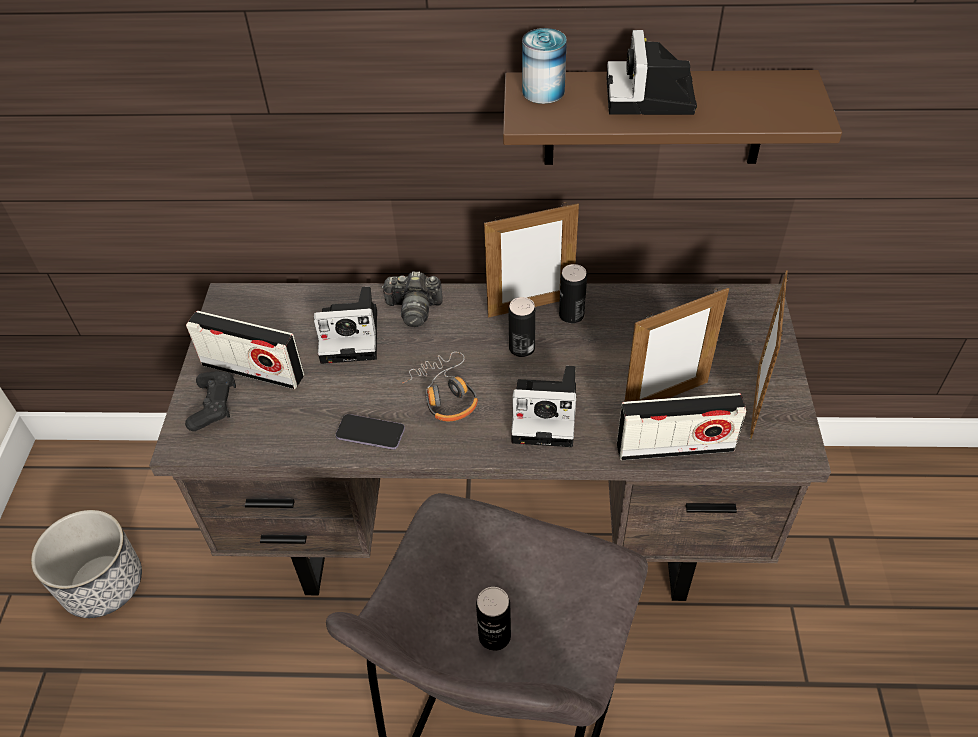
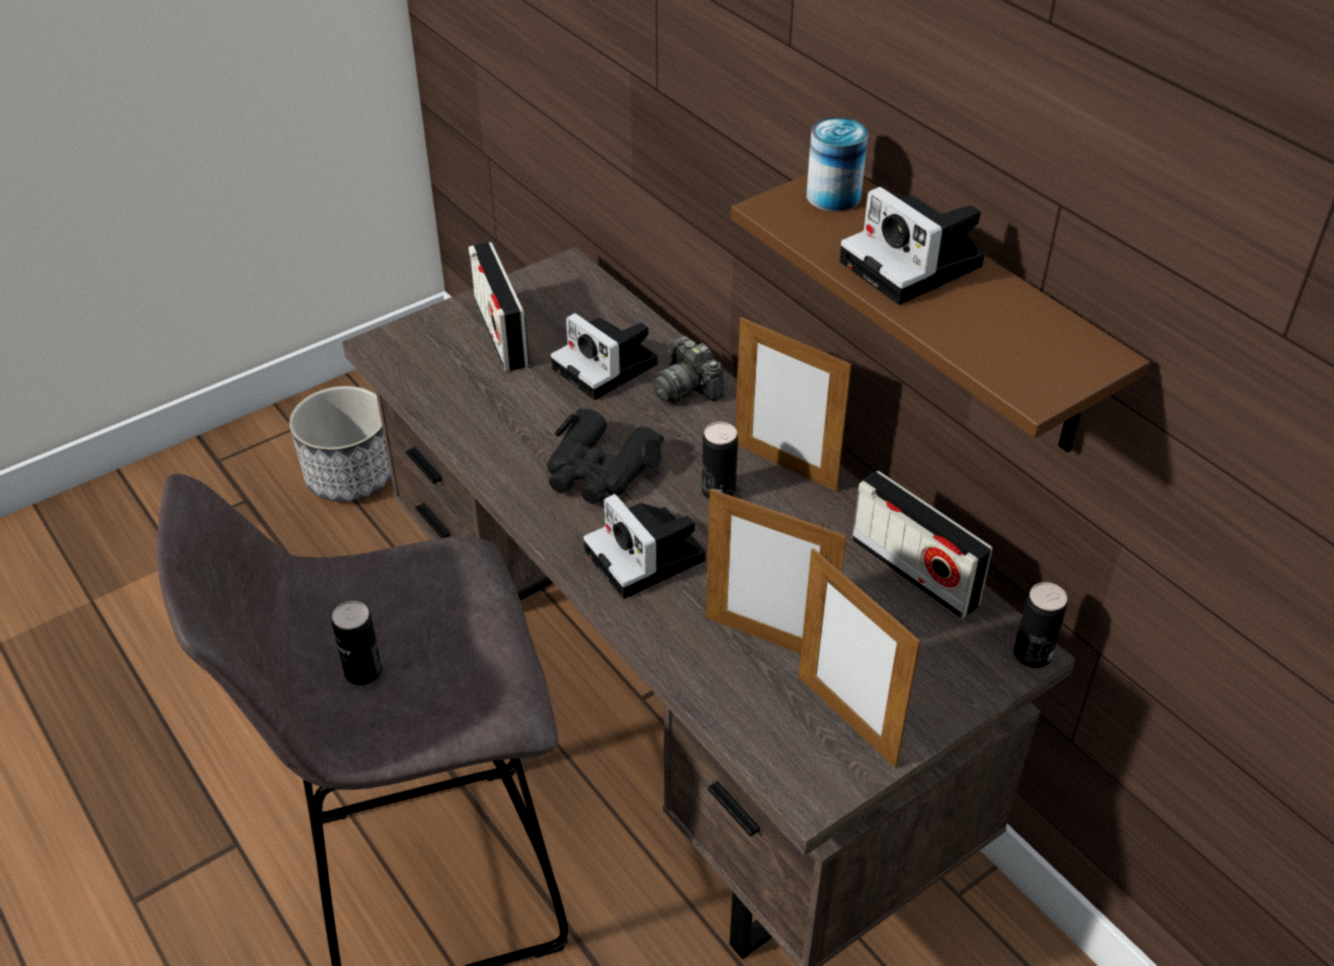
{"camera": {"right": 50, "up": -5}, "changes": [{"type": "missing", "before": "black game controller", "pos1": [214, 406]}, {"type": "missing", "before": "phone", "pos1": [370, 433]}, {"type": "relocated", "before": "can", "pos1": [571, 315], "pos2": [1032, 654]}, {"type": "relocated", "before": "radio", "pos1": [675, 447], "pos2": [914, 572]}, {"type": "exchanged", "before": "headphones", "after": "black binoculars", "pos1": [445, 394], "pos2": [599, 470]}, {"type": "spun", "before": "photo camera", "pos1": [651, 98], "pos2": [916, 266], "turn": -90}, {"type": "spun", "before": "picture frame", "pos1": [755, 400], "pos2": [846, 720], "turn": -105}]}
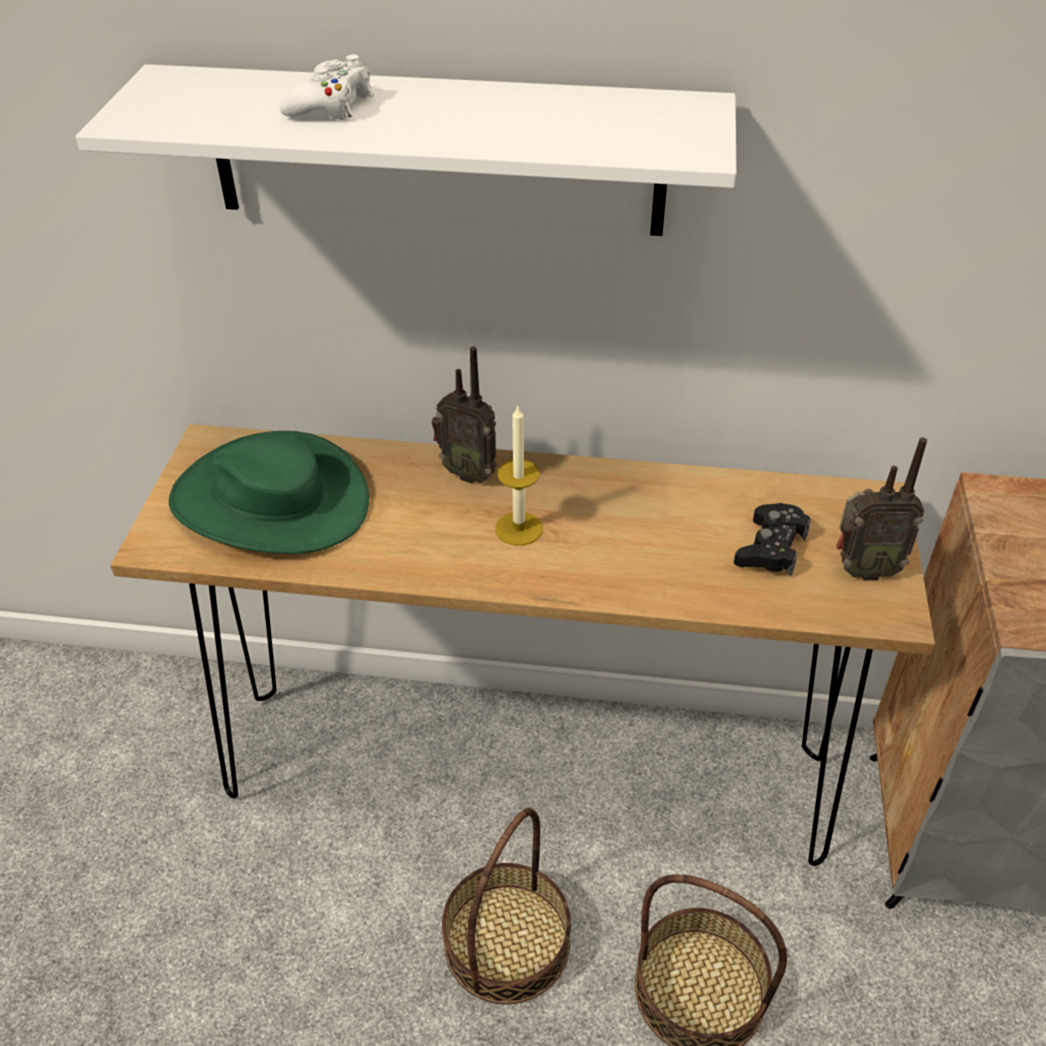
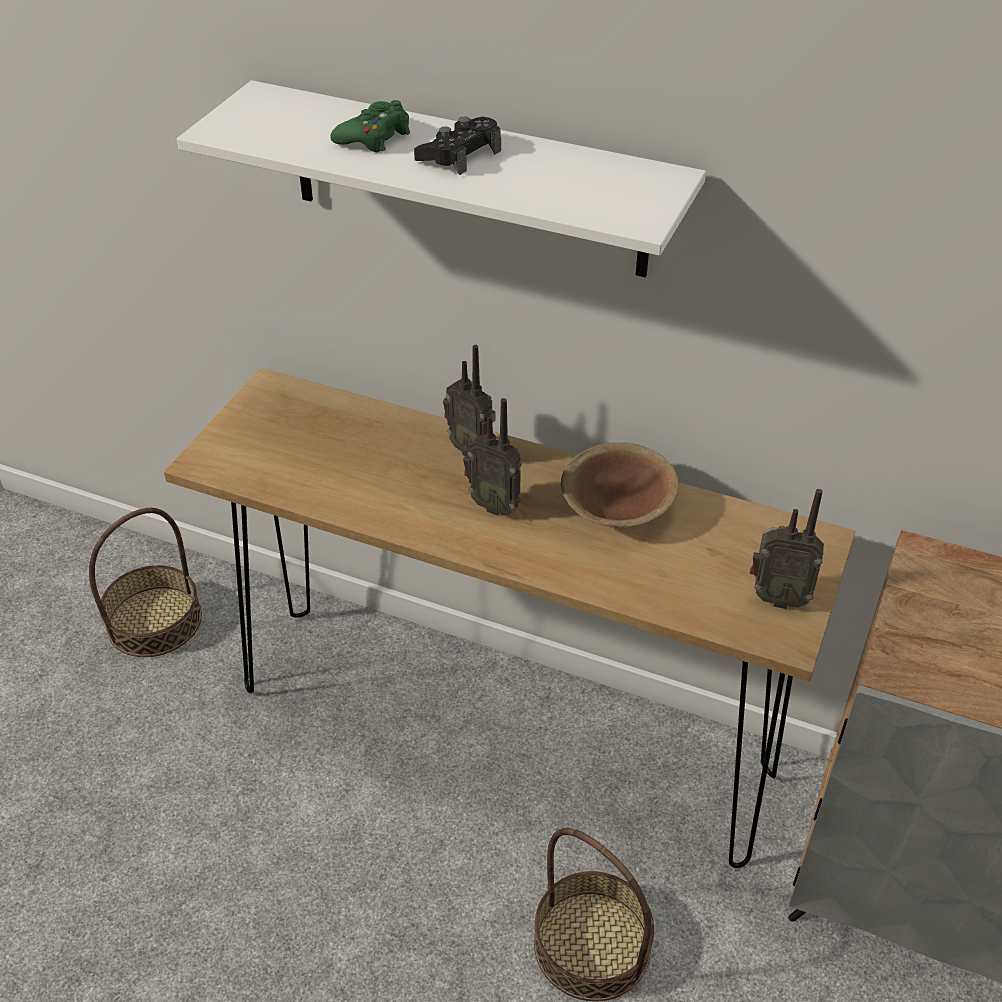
{"camera": {"right": 15, "up": 0}, "changes": [{"type": "missing", "before": "green hat", "pos1": [270, 500]}, {"type": "appeared", "after": "brown bowl", "pos2": [617, 507]}, {"type": "relocated", "before": "basket", "pos1": [506, 941], "pos2": [154, 621]}, {"type": "relocated", "before": "black game controller", "pos1": [771, 548], "pos2": [459, 155]}, {"type": "exchanged", "before": "candle", "after": "radio", "pos1": [519, 528], "pos2": [495, 505]}, {"type": "colour", "before": "white game controller", "after": "green game controller", "pos1": [331, 105], "pos2": [374, 137]}]}
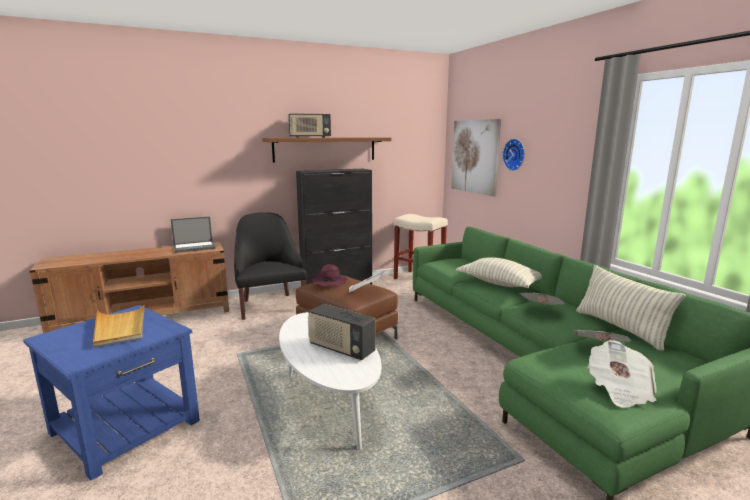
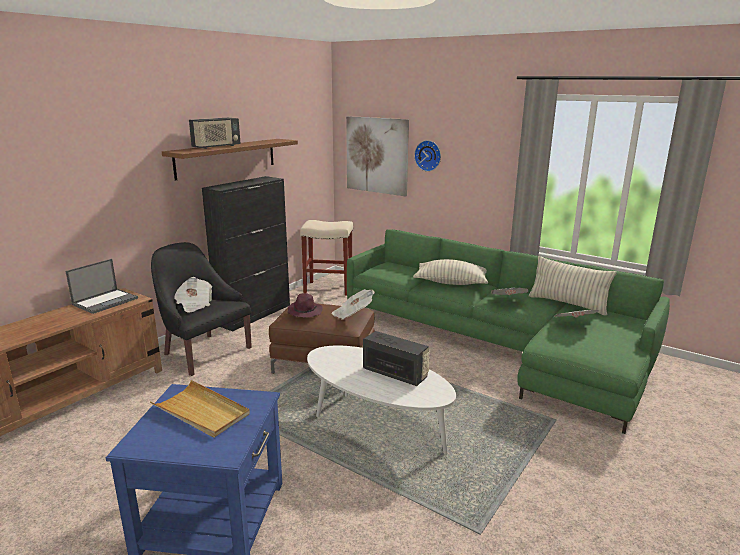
{"camera": {"right": -30, "up": 5}, "changes": [{"type": "relocated", "before": "newspaper", "pos1": [619, 389], "pos2": [193, 304]}, {"type": "spun", "before": "radio", "pos1": [341, 349], "pos2": [395, 374], "turn": -150}]}
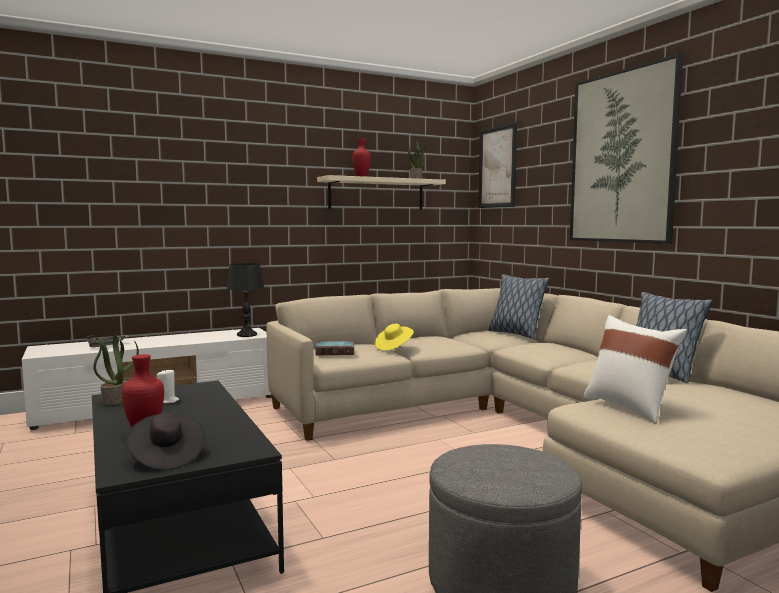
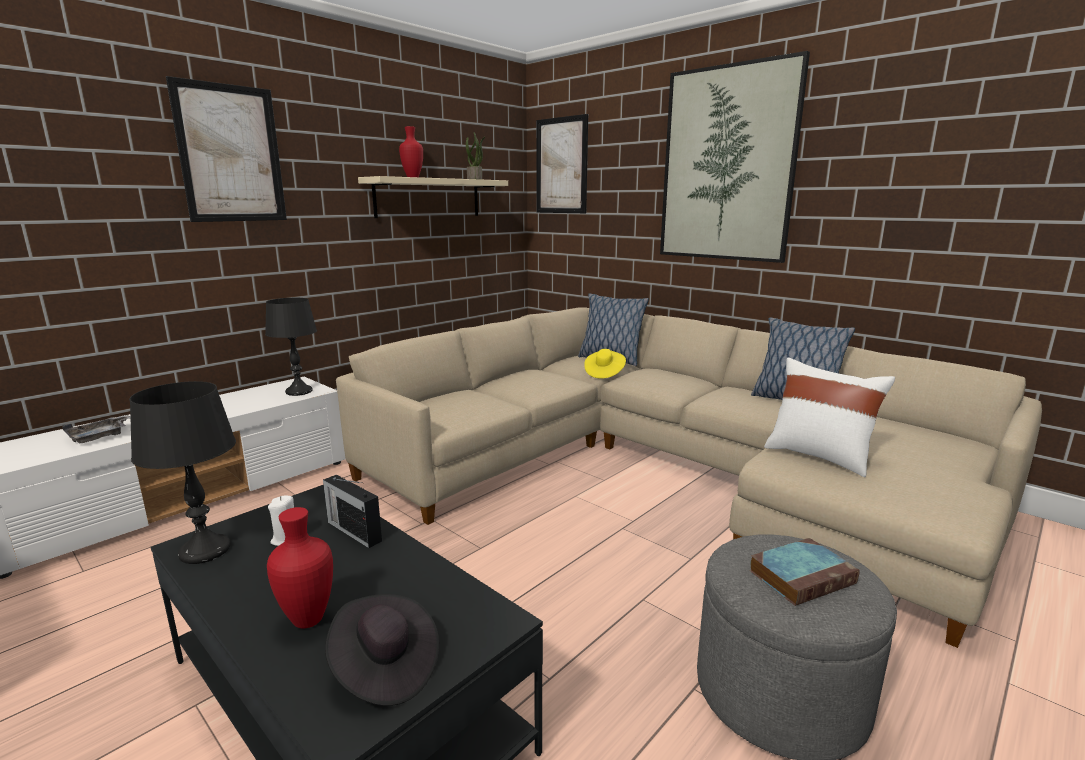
{"camera": {"right": -20, "up": 10}, "changes": [{"type": "appeared", "after": "picture", "pos2": [230, 154]}, {"type": "appeared", "after": "radio", "pos2": [353, 531]}, {"type": "relocated", "before": "book", "pos1": [336, 352], "pos2": [802, 576]}, {"type": "relocated", "before": "yellow hat", "pos1": [394, 347], "pos2": [604, 373]}, {"type": "exchanged", "before": "potted plant", "after": "black table lamp", "pos1": [118, 400], "pos2": [205, 550]}]}
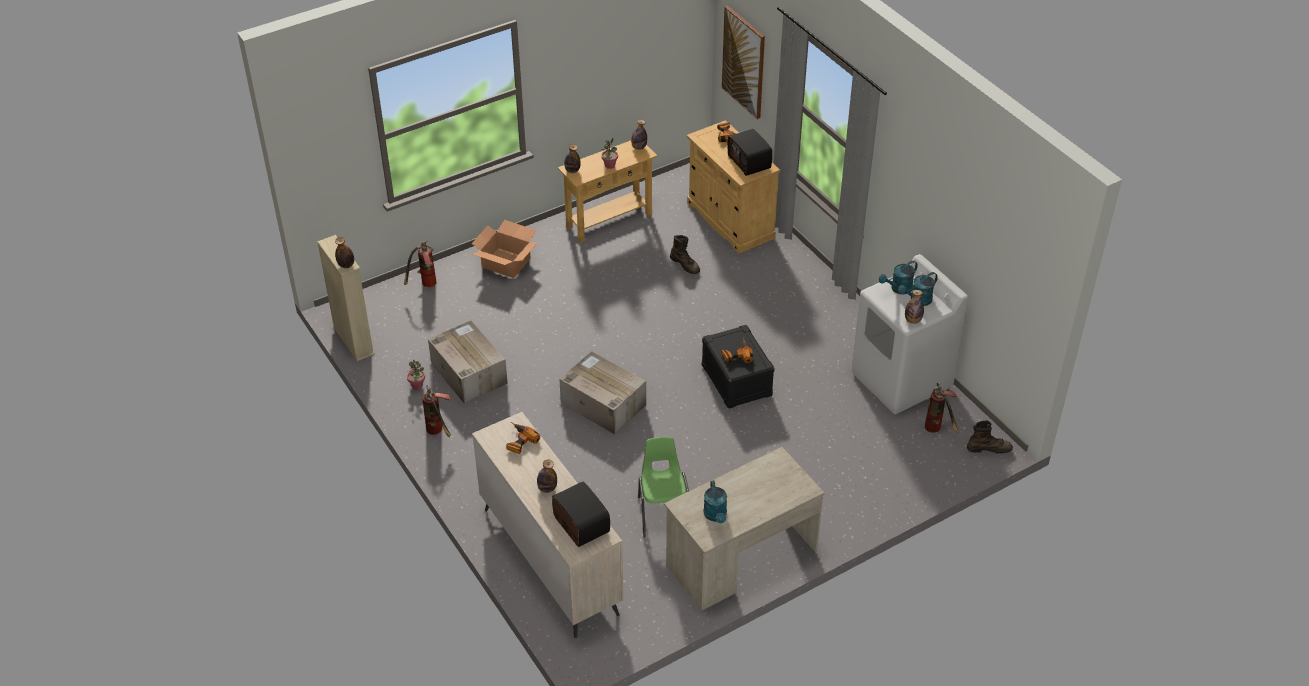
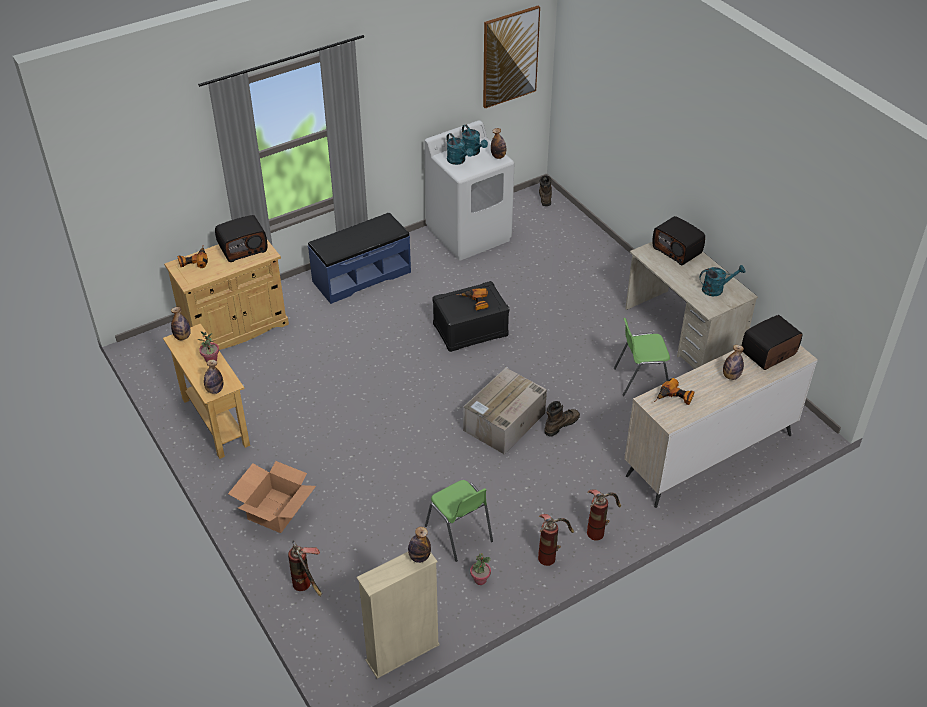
{"camera": {"right": -90, "up": 0}, "changes": [{"type": "appeared", "after": "blue bench", "pos2": [361, 276]}, {"type": "appeared", "after": "radio", "pos2": [677, 250]}, {"type": "relocated", "before": "brown boot", "pos1": [685, 265], "pos2": [561, 424]}, {"type": "relocated", "before": "picture", "pos1": [744, 62], "pos2": [510, 57]}, {"type": "relocated", "before": "fire extinguisher", "pos1": [938, 429], "pos2": [599, 528]}, {"type": "exchanged", "before": "cardboard box", "after": "green chair", "pos1": [468, 372], "pos2": [459, 534]}]}
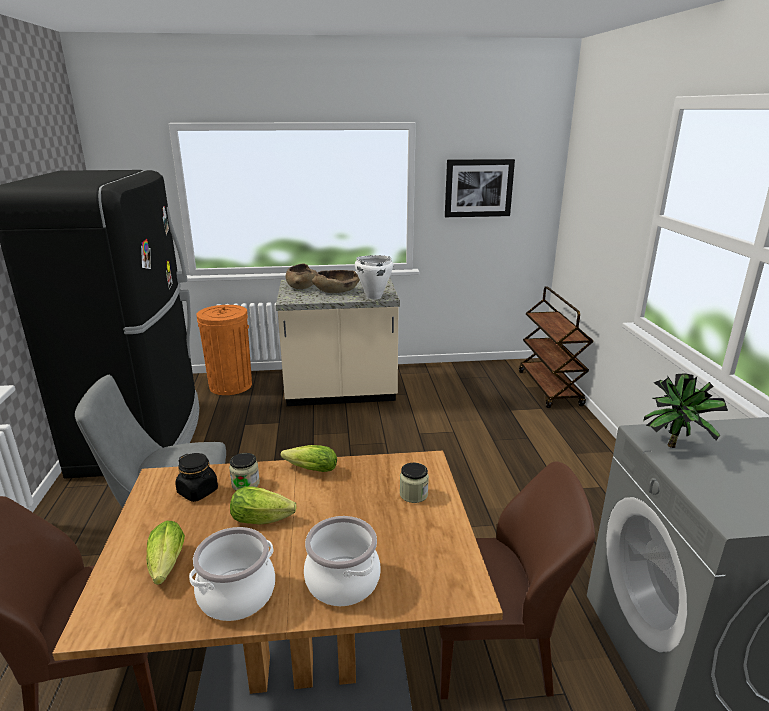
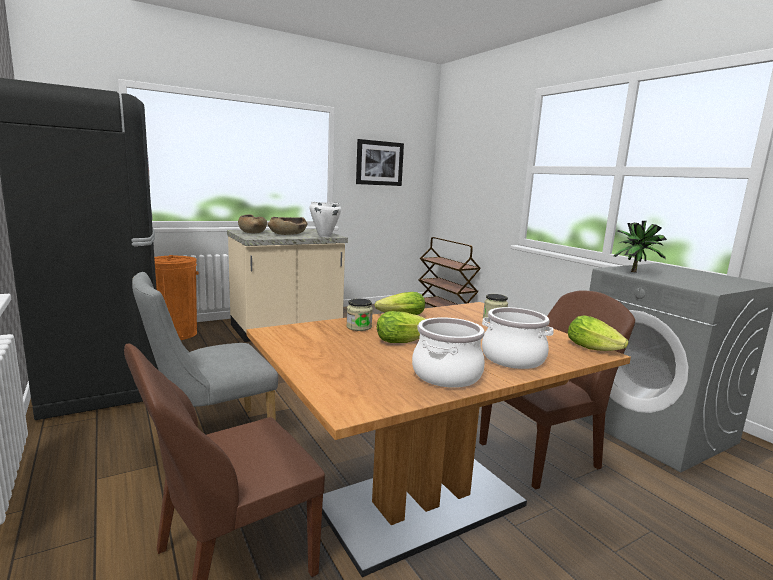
{"camera": {"right": -25, "up": -10}, "changes": [{"type": "missing", "before": "black jar", "pos1": [198, 491]}, {"type": "relocated", "before": "lettuce", "pos1": [166, 568], "pos2": [595, 349]}]}
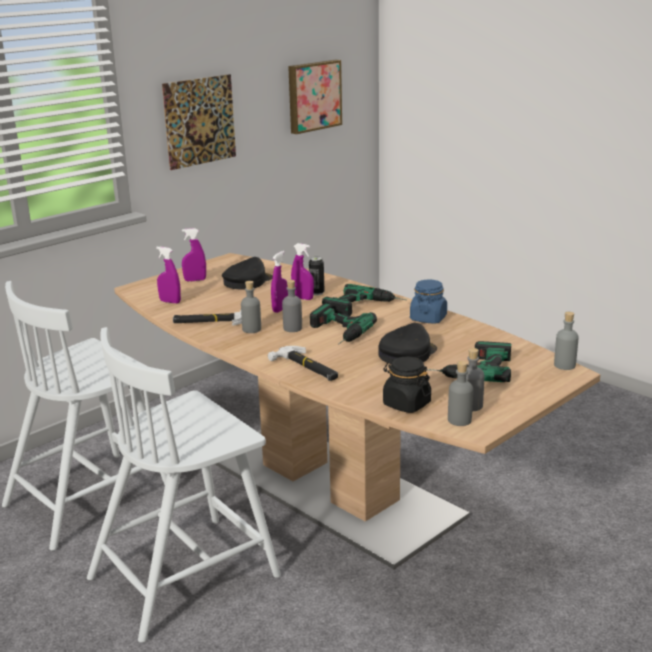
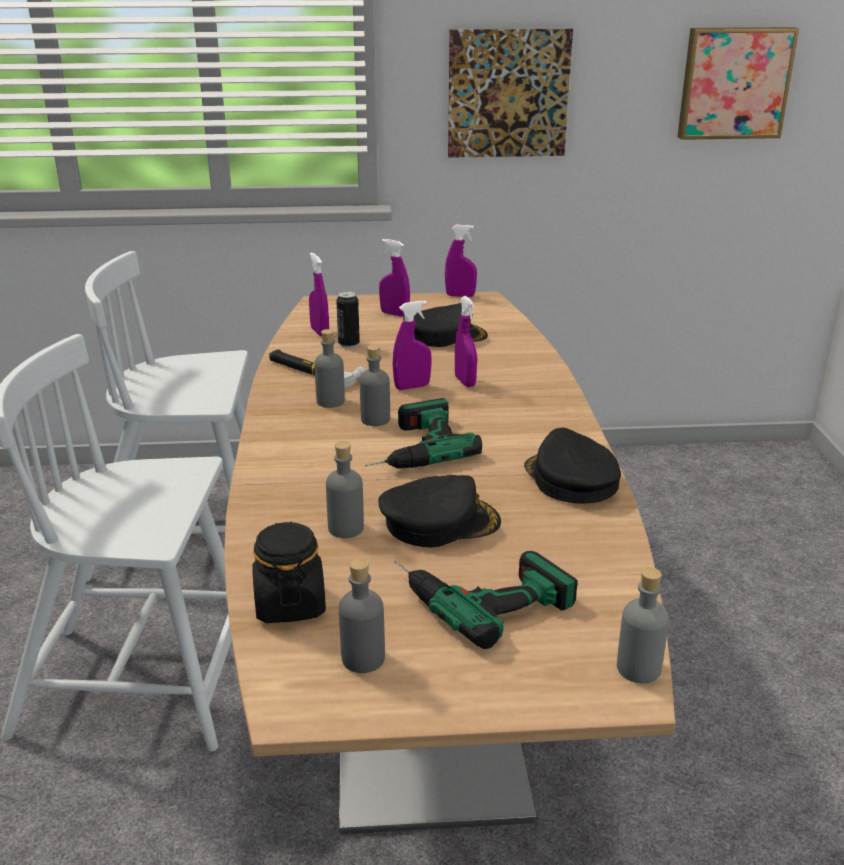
{"camera": {"right": 40, "up": 5}, "changes": [{"type": "missing", "before": "hammer", "pos1": [306, 367]}, {"type": "missing", "before": "power drill", "pos1": [365, 307]}, {"type": "appeared", "after": "purple spray bottle", "pos2": [460, 295]}, {"type": "relocated", "before": "can", "pos1": [317, 293], "pos2": [349, 344]}, {"type": "relocated", "before": "grey bottle", "pos1": [459, 420], "pos2": [346, 528]}, {"type": "exchanged", "before": "blue jar", "after": "black cap", "pos1": [428, 318], "pos2": [570, 479]}]}
